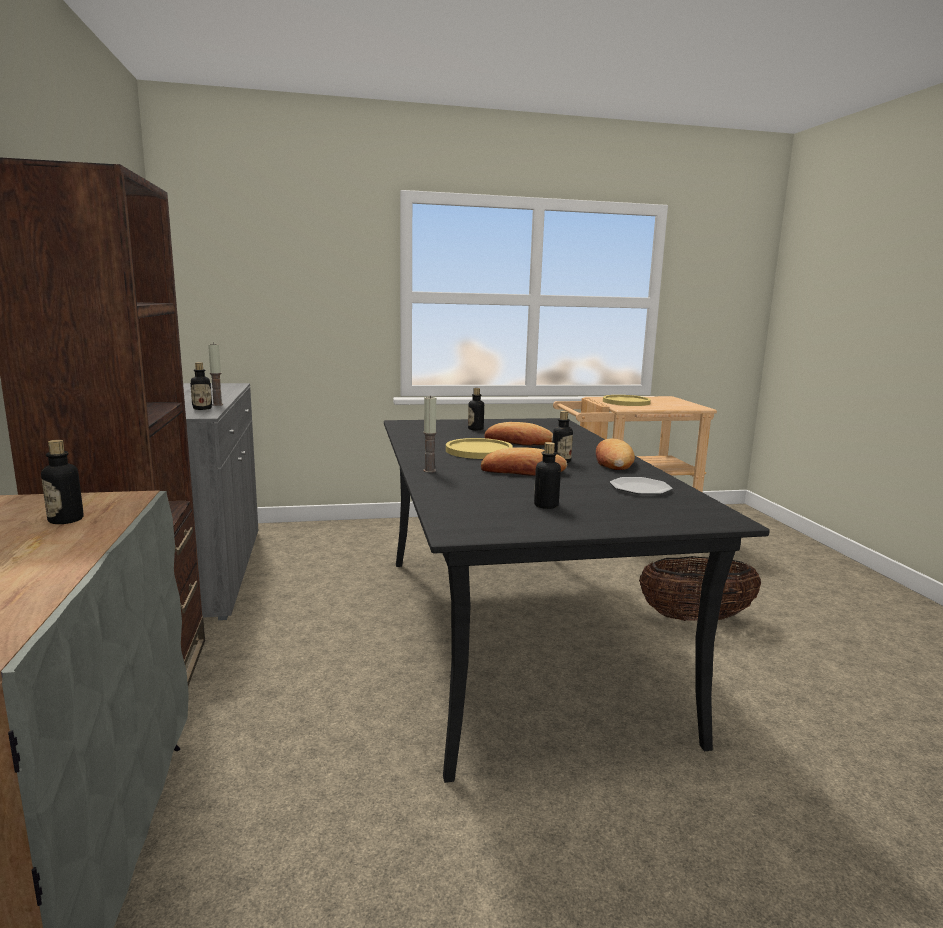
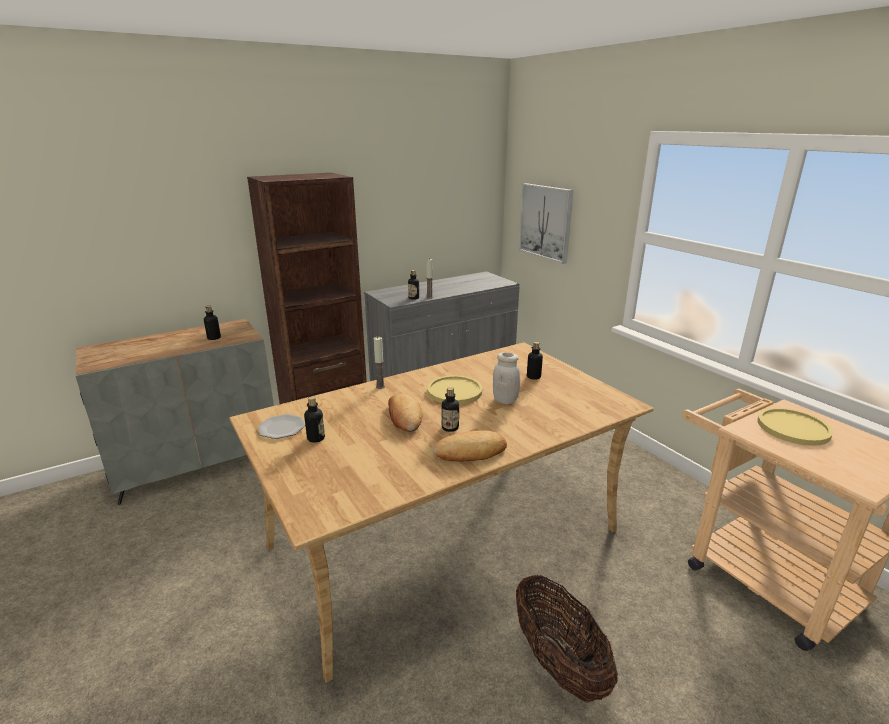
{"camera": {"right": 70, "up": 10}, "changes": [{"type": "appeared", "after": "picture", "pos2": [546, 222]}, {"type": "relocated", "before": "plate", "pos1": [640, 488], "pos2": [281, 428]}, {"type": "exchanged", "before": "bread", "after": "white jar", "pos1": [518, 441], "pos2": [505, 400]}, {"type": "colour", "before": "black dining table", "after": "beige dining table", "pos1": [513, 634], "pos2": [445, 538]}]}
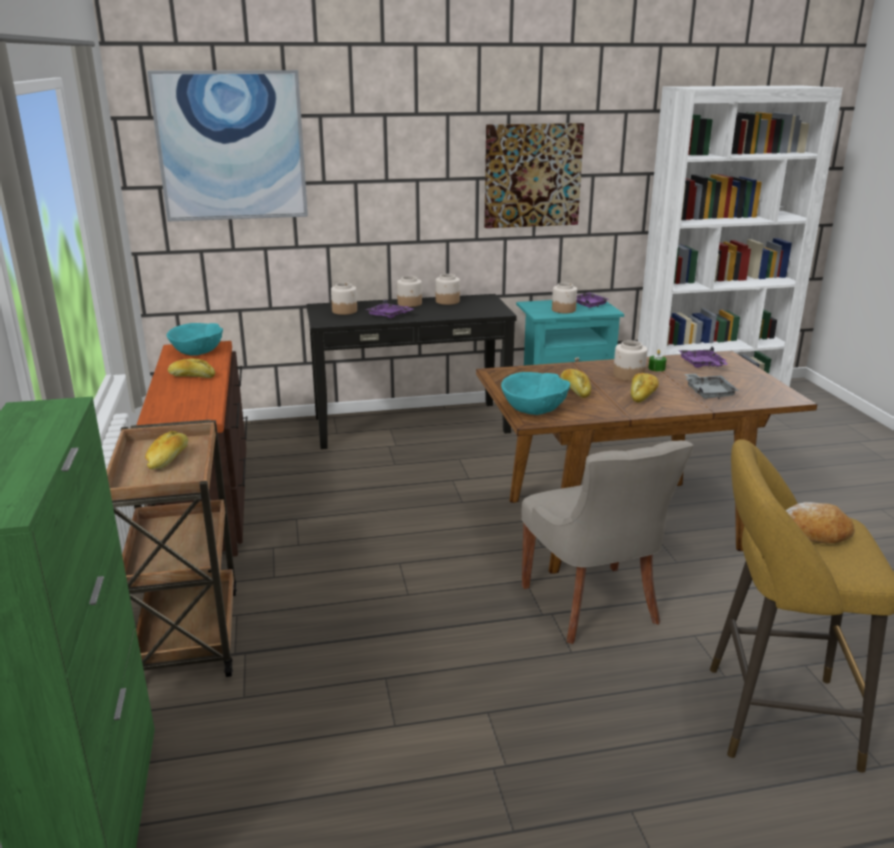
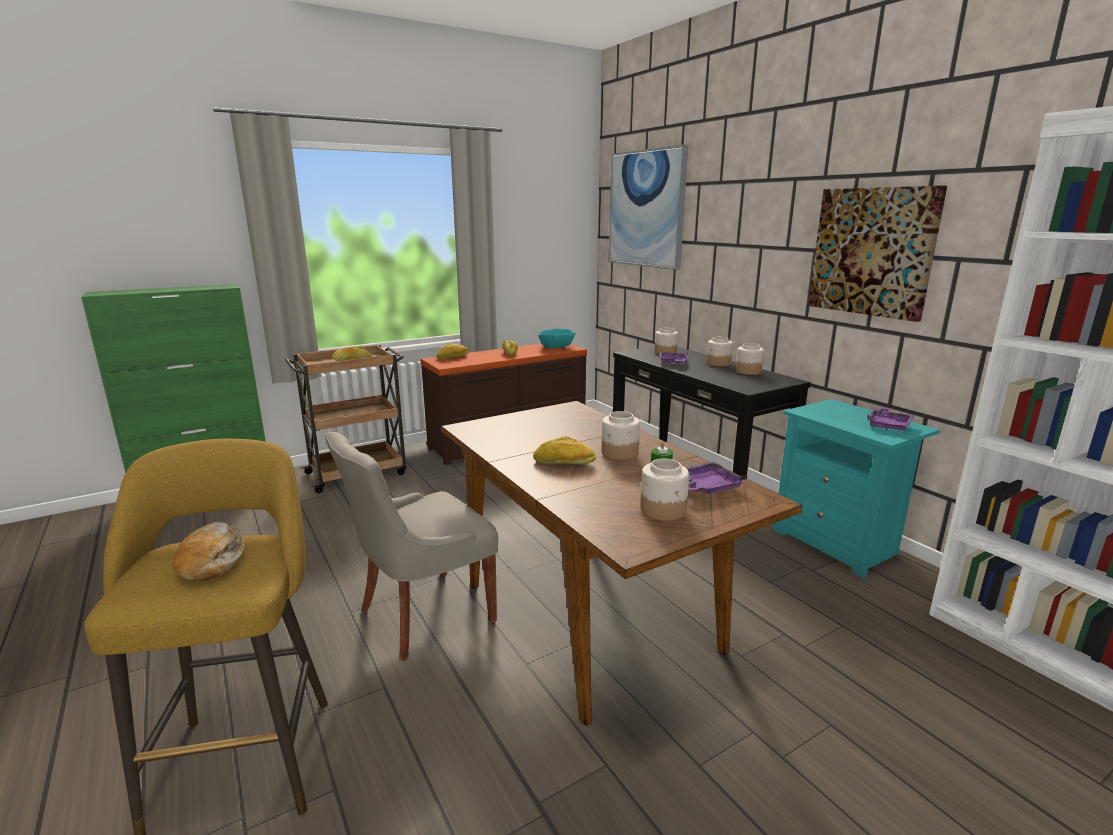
{"camera": {"right": 70, "up": -5}, "changes": [{"type": "missing", "before": "turquoise bowl", "pos1": [534, 408]}, {"type": "missing", "before": "grey tray", "pos1": [708, 392]}, {"type": "relocated", "before": "jar", "pos1": [564, 310], "pos2": [663, 510]}, {"type": "relocated", "before": "bread", "pos1": [575, 390], "pos2": [453, 357]}]}
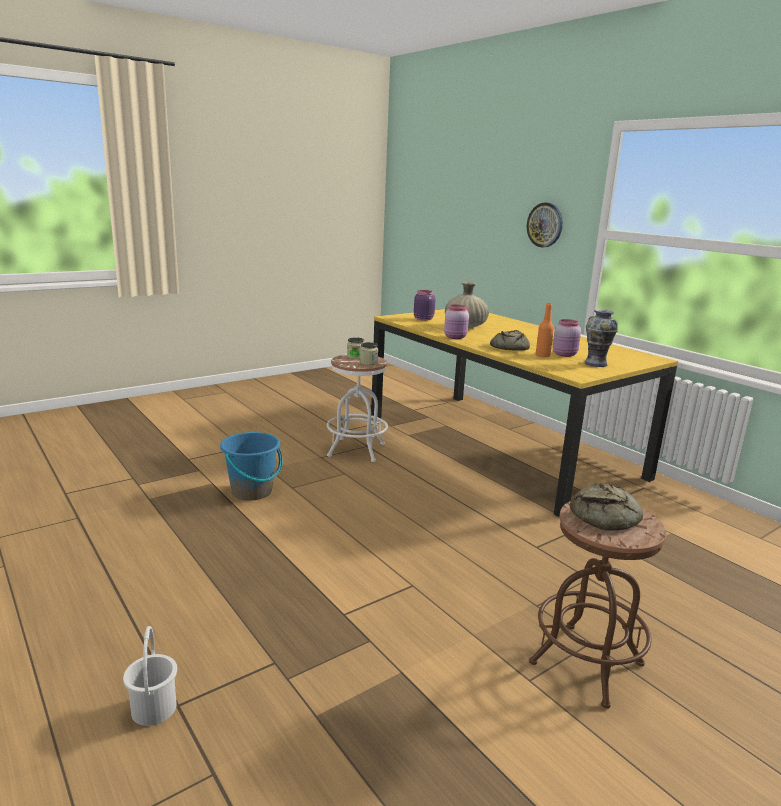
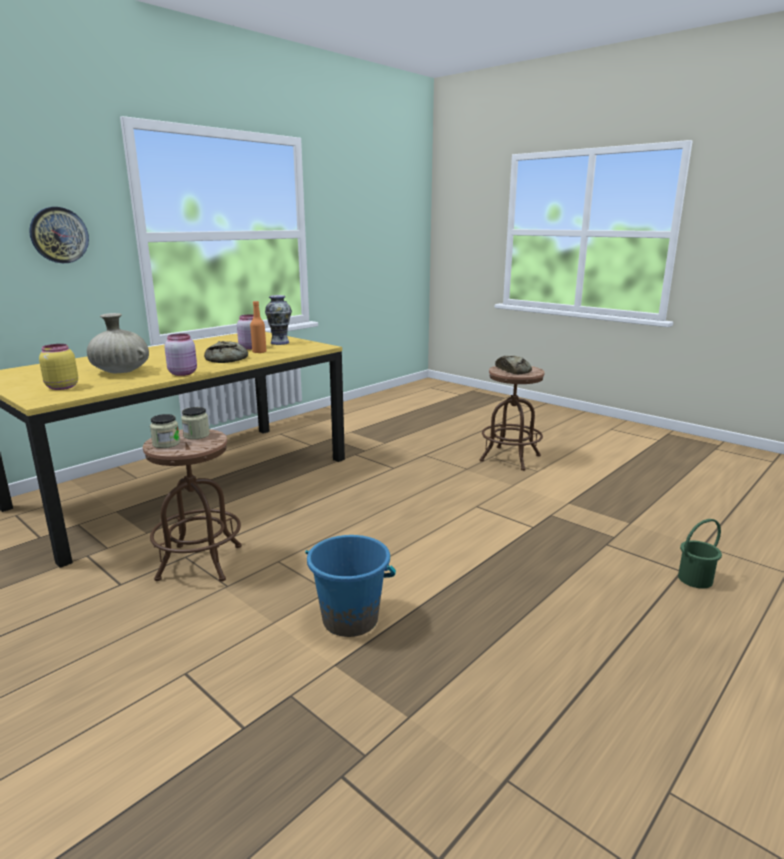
{"camera": {"right": -100, "up": 0}, "changes": [{"type": "colour", "before": "white bucket", "after": "green bucket", "pos1": [153, 709], "pos2": [695, 579]}, {"type": "colour", "before": "white stool", "after": "brown stool", "pos1": [356, 450], "pos2": [200, 562]}, {"type": "colour", "before": "purple jar", "after": "yellow jar", "pos1": [423, 319], "pos2": [61, 387]}]}
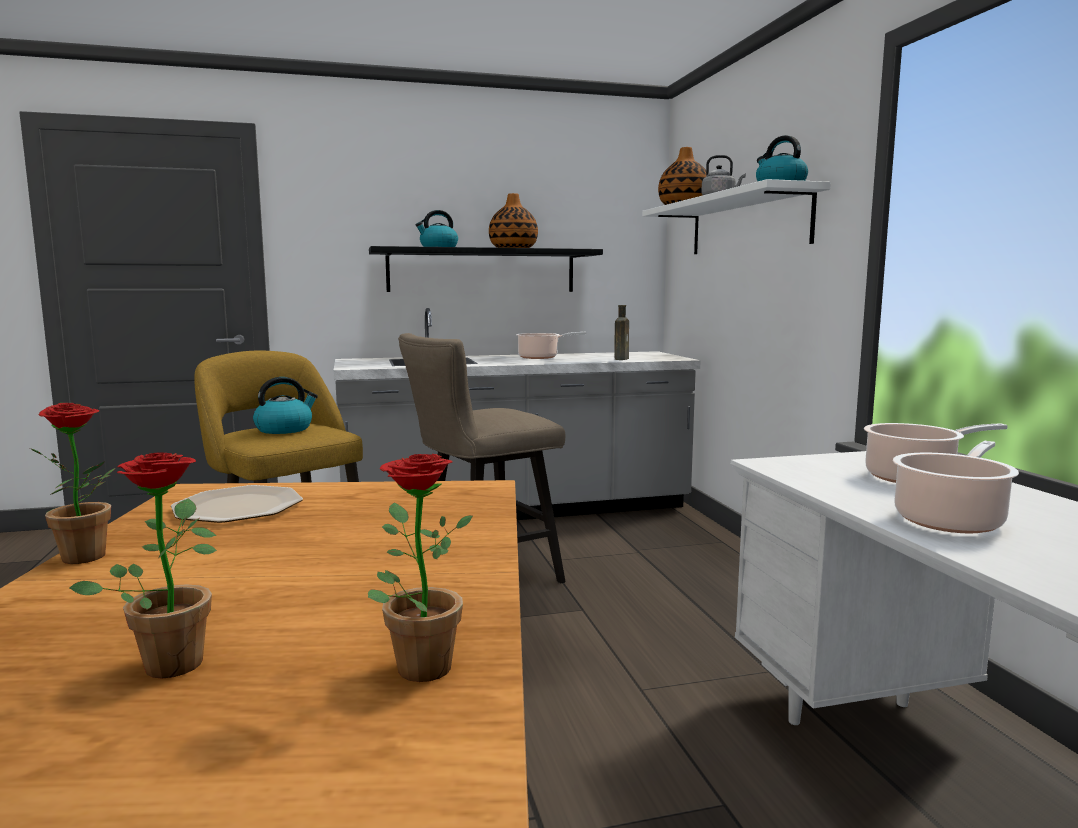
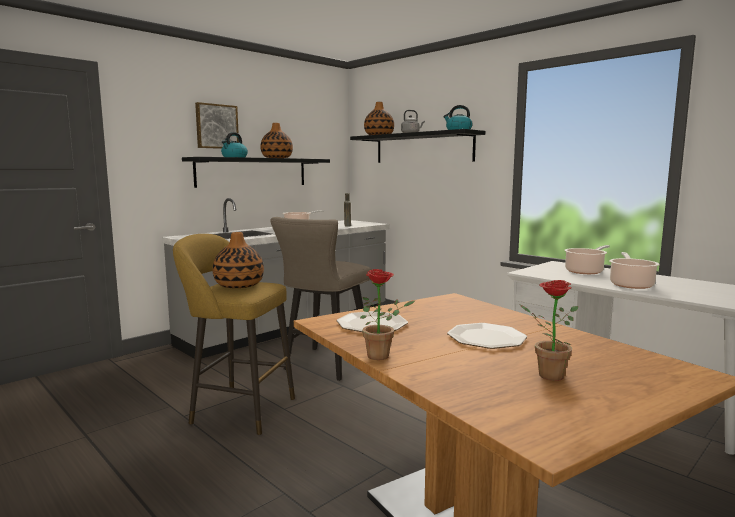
{"camera": {"right": -30, "up": 0}, "changes": [{"type": "missing", "before": "potted plant", "pos1": [416, 663]}, {"type": "appeared", "after": "picture", "pos2": [216, 126]}, {"type": "appeared", "after": "plate", "pos2": [486, 337]}, {"type": "exchanged", "before": "kettle", "after": "vase", "pos1": [285, 429], "pos2": [239, 285]}, {"type": "colour", "before": "white shelf", "after": "black shelf", "pos1": [747, 224], "pos2": [423, 148]}]}
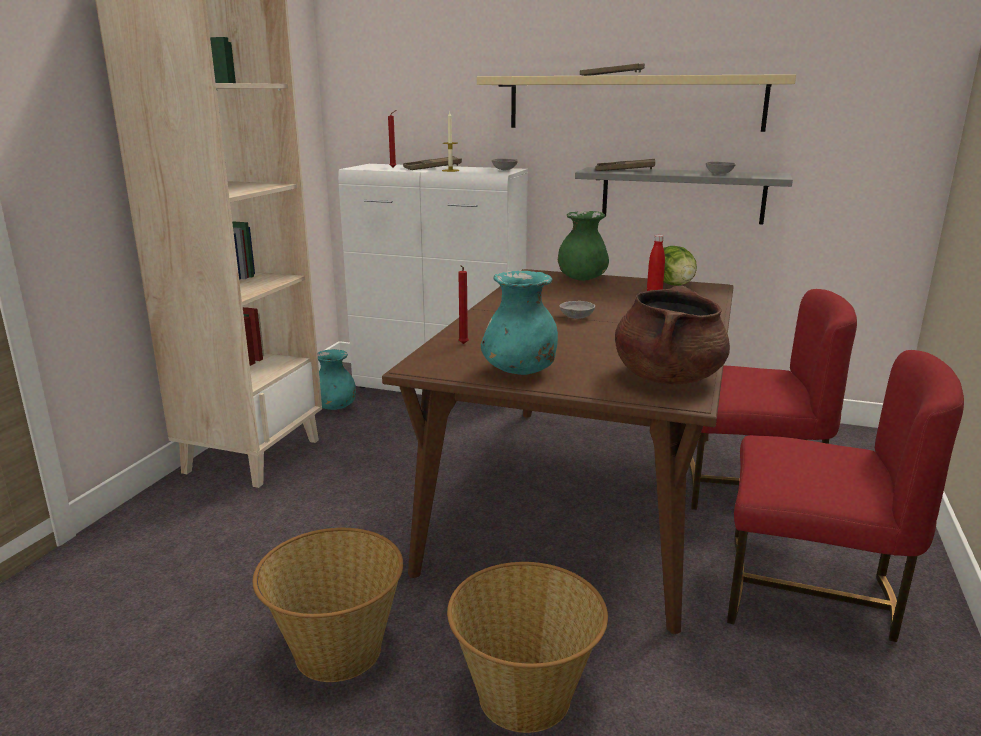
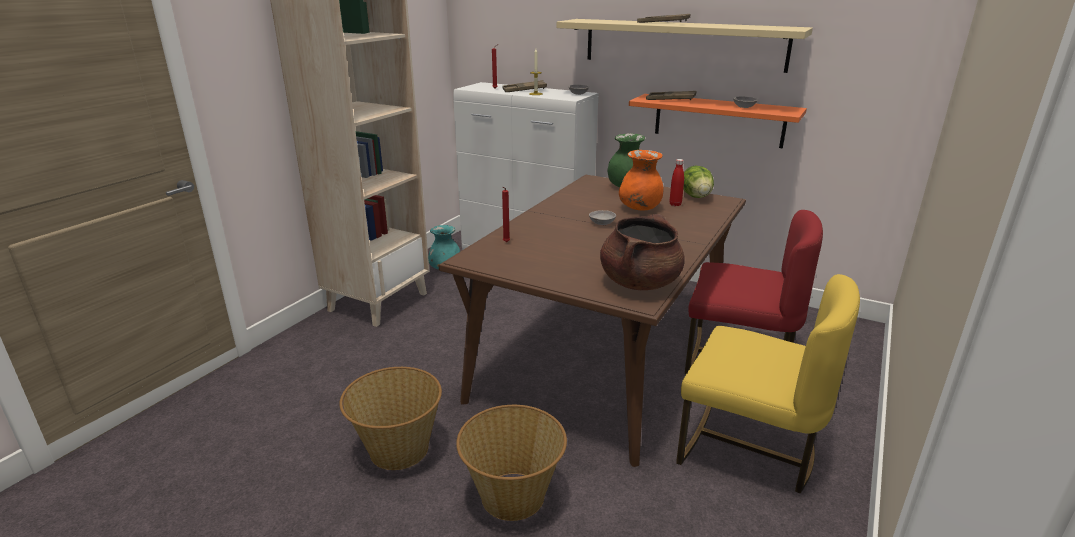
{"camera": {"right": 10, "up": 5}, "changes": [{"type": "missing", "before": "turquoise vase", "pos1": [520, 372]}, {"type": "appeared", "after": "orange vase", "pos2": [639, 208]}, {"type": "colour", "before": "grey shelf", "after": "orange shelf", "pos1": [682, 195], "pos2": [718, 120]}, {"type": "colour", "before": "red chair", "after": "yellow chair", "pos1": [809, 593], "pos2": [748, 449]}]}
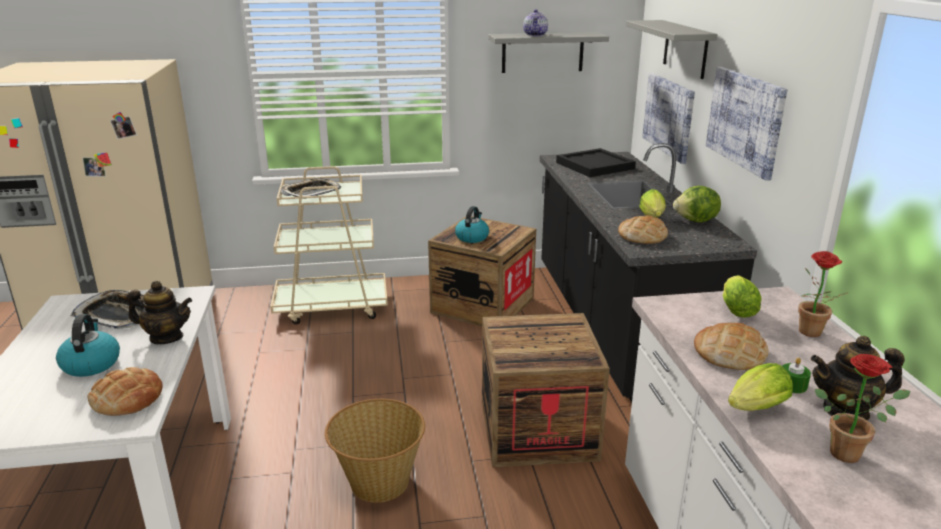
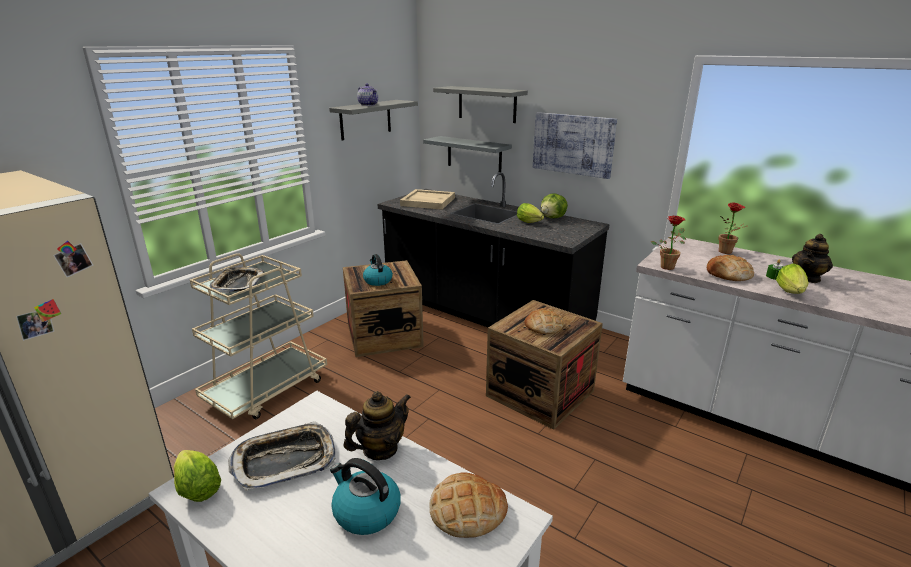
{"camera": {"right": -45, "up": 0}, "changes": [{"type": "missing", "before": "basket", "pos1": [379, 482]}, {"type": "relocated", "before": "bread", "pos1": [642, 236], "pos2": [543, 325]}, {"type": "relocated", "before": "lettuce", "pos1": [736, 309], "pos2": [197, 487]}, {"type": "relocated", "before": "potted plant", "pos1": [849, 452], "pos2": [667, 266]}, {"type": "exchanged", "before": "picture", "after": "grey shelf", "pos1": [669, 116], "pos2": [474, 154]}, {"type": "colour", "before": "black tray", "after": "beige tray", "pos1": [594, 165], "pos2": [427, 202]}]}
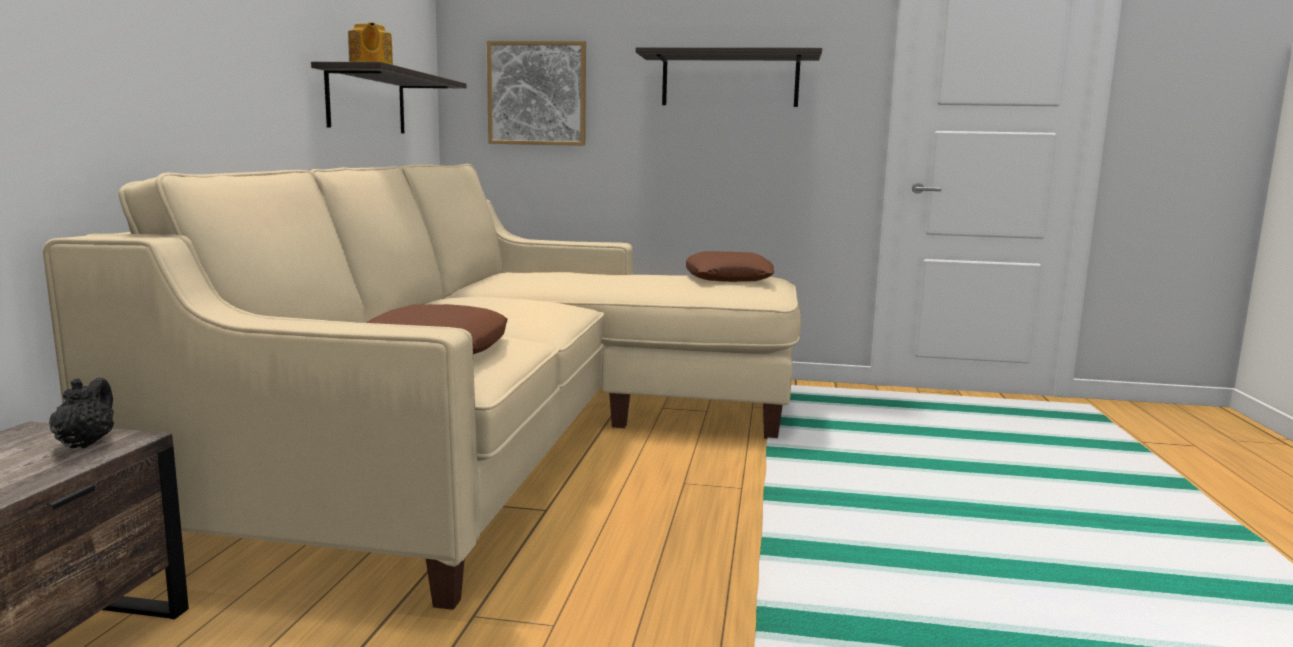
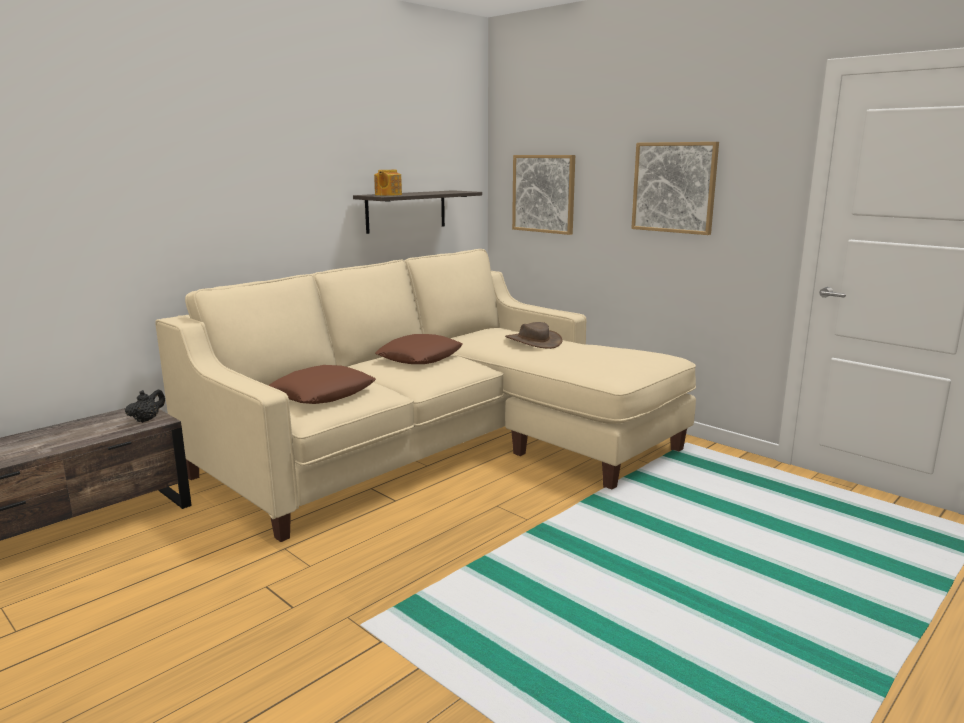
{"camera": {"right": 35, "up": 5}, "changes": [{"type": "appeared", "after": "brown hat", "pos2": [533, 341]}, {"type": "relocated", "before": "brown pillow", "pos1": [727, 278], "pos2": [420, 357]}, {"type": "exchanged", "before": "shelf", "after": "picture", "pos1": [730, 80], "pos2": [674, 187]}]}
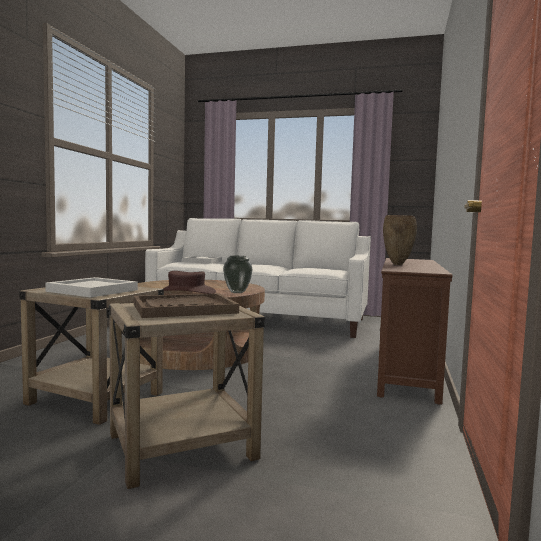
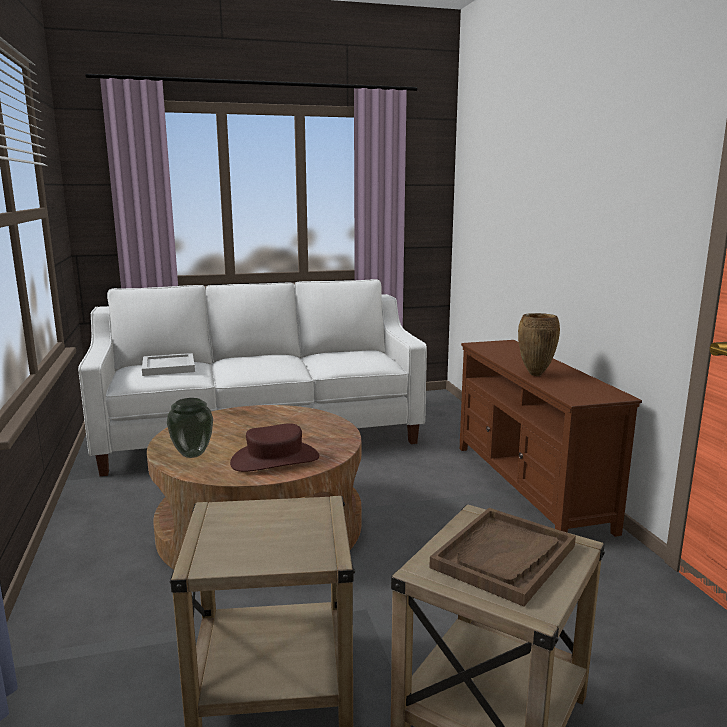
{"camera": {"right": -30, "up": 10}, "changes": [{"type": "missing", "before": "white tray", "pos1": [93, 291]}, {"type": "relocated", "before": "vase", "pos1": [237, 292], "pos2": [193, 454]}]}
